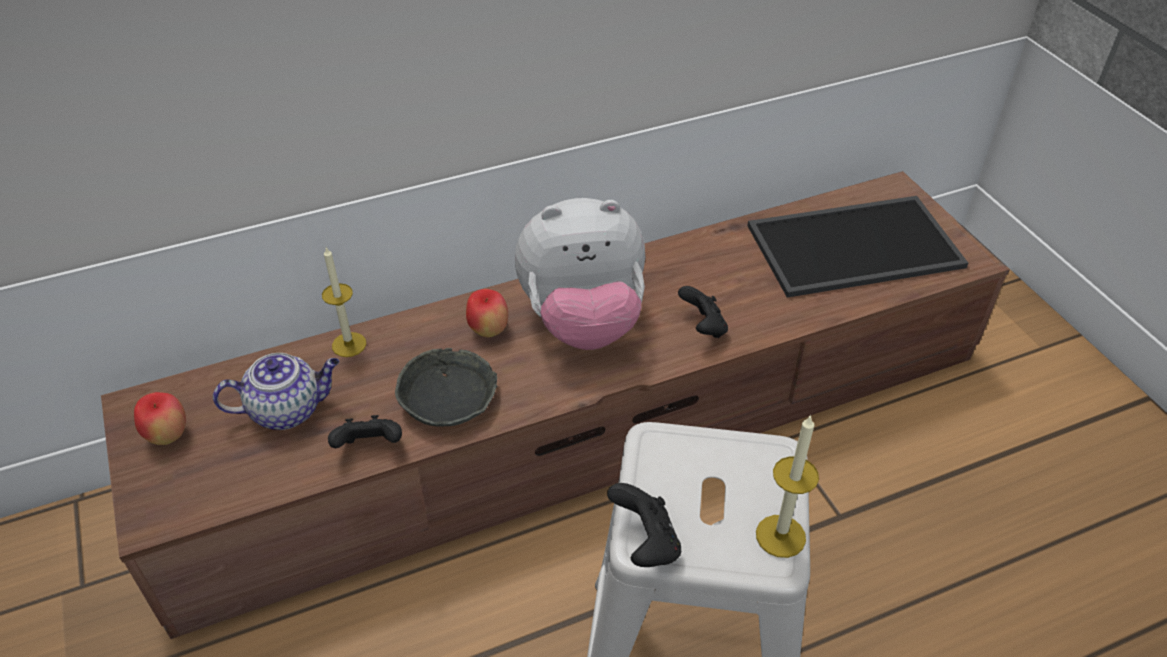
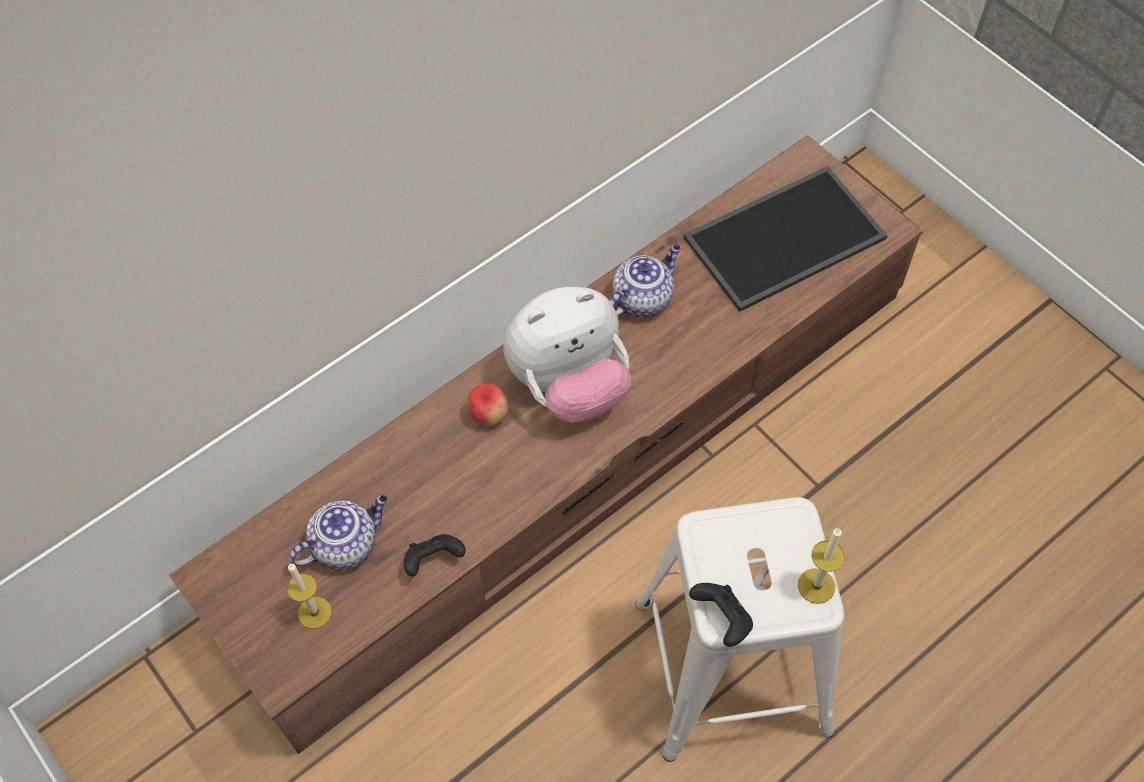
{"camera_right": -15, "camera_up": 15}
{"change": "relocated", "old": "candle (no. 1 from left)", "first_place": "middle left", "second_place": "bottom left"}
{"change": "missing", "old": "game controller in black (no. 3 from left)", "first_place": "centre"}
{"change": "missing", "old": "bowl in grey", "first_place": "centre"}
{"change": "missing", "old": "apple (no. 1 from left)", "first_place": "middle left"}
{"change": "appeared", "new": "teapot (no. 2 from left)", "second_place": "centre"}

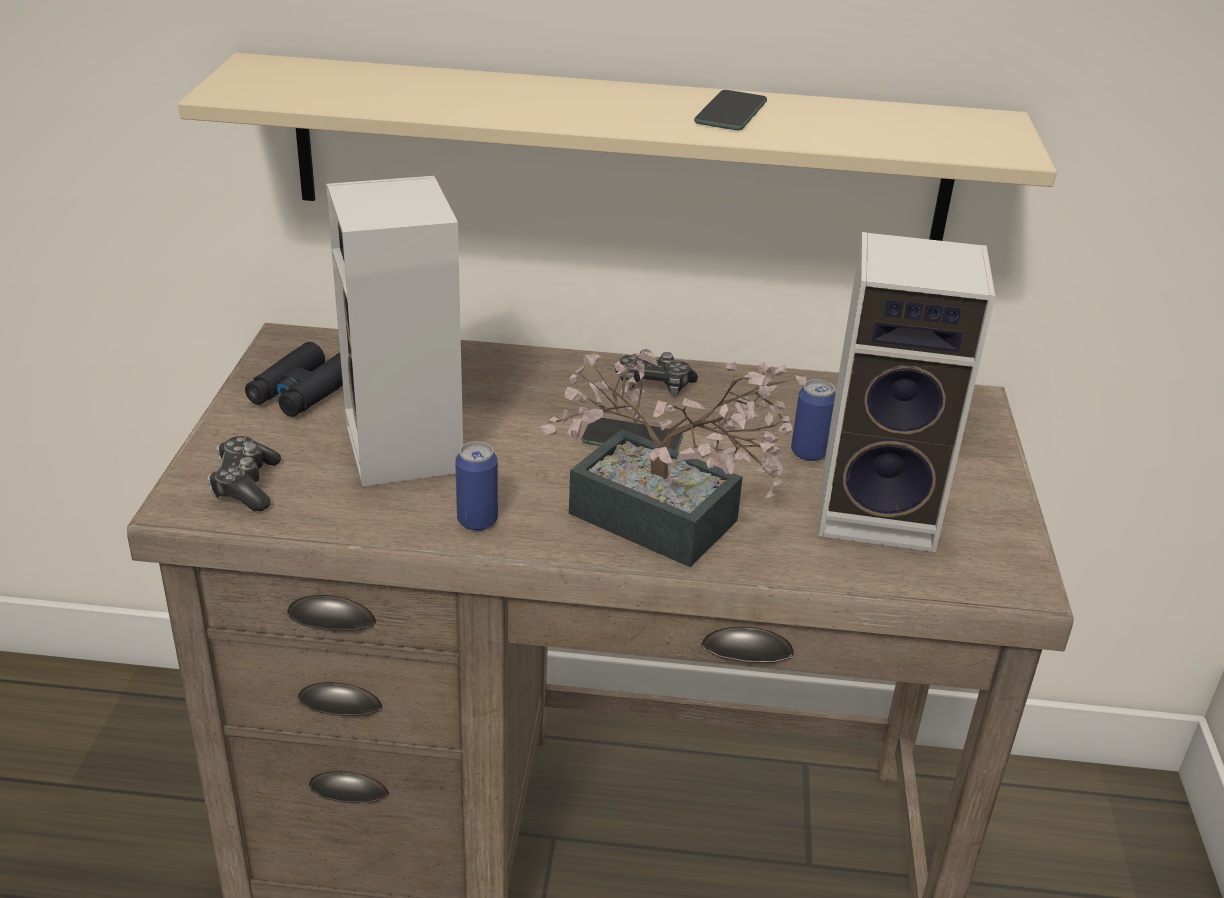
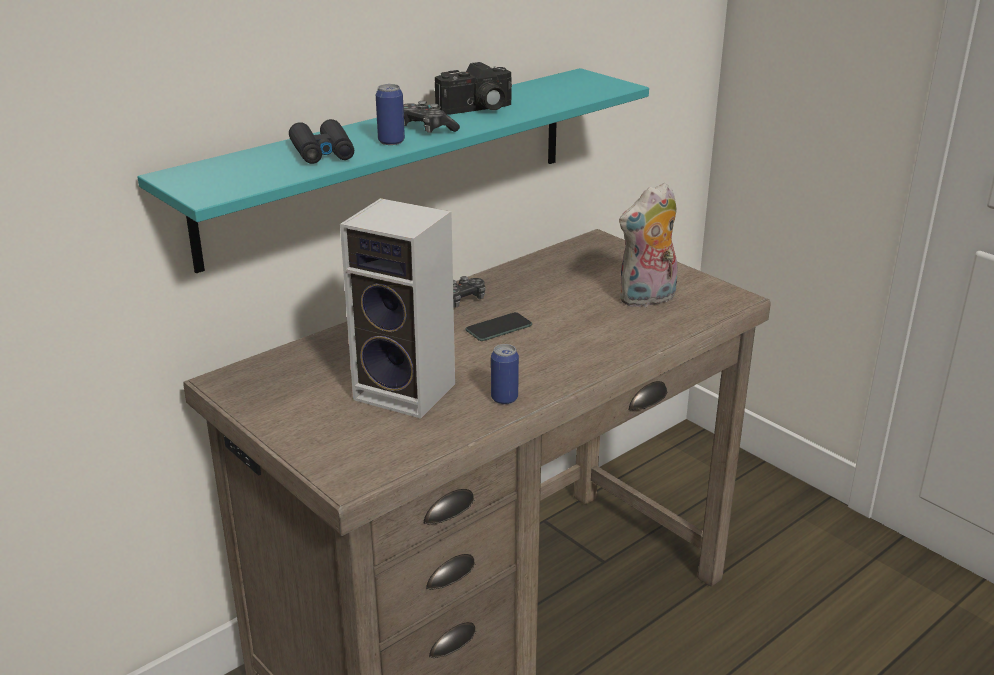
{"camera_right": -45, "camera_up": -5}
{"change": "colour", "old": "shelf in beige", "new": "shelf in turquoise", "first_place": "top centre", "second_place": "top centre"}
{"change": "exchanged", "old": "phone (no. 2 from left)", "new": "photo camera", "first_place": "top centre", "second_place": "top centre"}
{"change": "exchanged", "old": "speaker (no. 2 from left)", "new": "plush toy", "first_place": "middle right", "second_place": "centre"}
{"change": "relocated", "old": "binoculars in black", "first_place": "middle left", "second_place": "top left"}
{"change": "missing", "old": "potted plant", "first_place": "centre"}
{"change": "relocated", "old": "can (no. 2 from left in the first image)", "new": "can (no. 1 from left)", "first_place": "centre", "second_place": "top centre"}
{"change": "relocated", "old": "game controller (no. 1 from left)", "first_place": "middle left", "second_place": "top centre"}

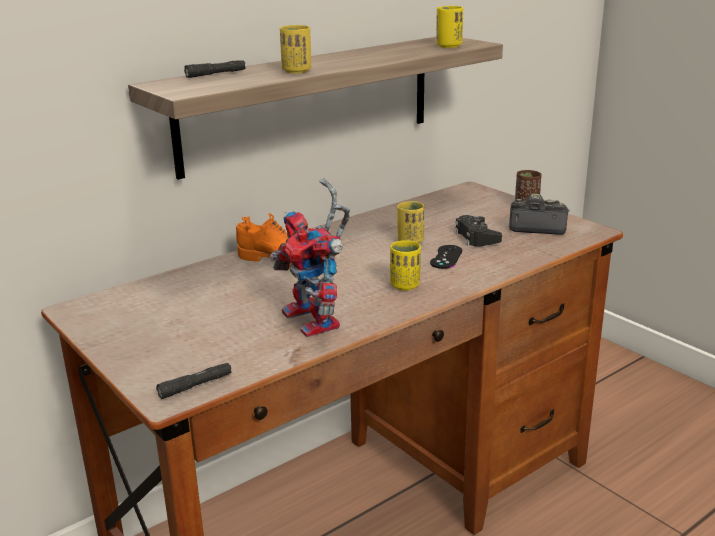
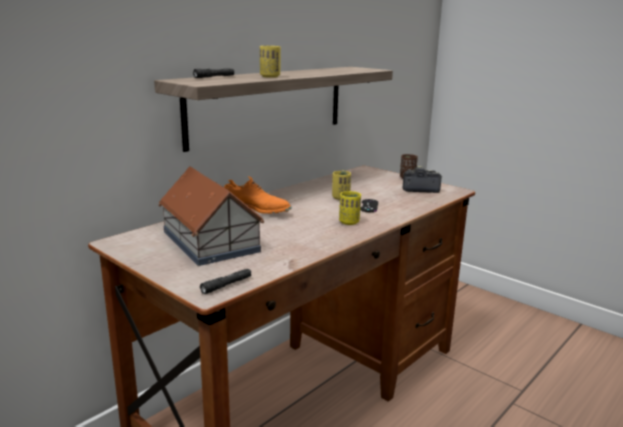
{"camera_right": -10, "camera_up": -5}
{"change": "missing", "old": "cup in yellow (no. 4 from left)", "first_place": "top centre"}
{"change": "missing", "old": "toy robot", "first_place": "centre"}
{"change": "missing", "old": "game controller in black (no. 2 from left)", "first_place": "middle right"}
{"change": "appeared", "new": "toy house", "second_place": "centre"}

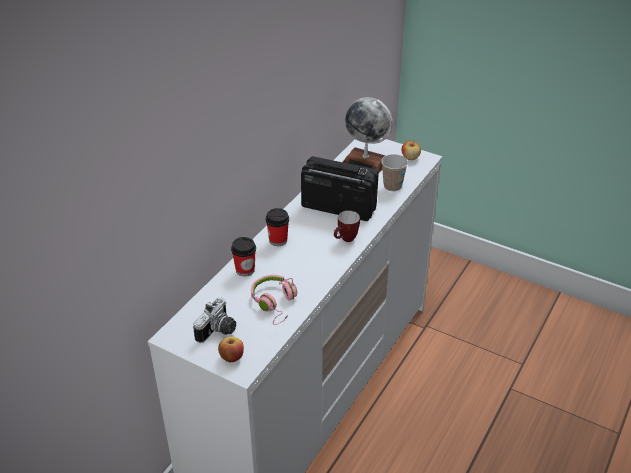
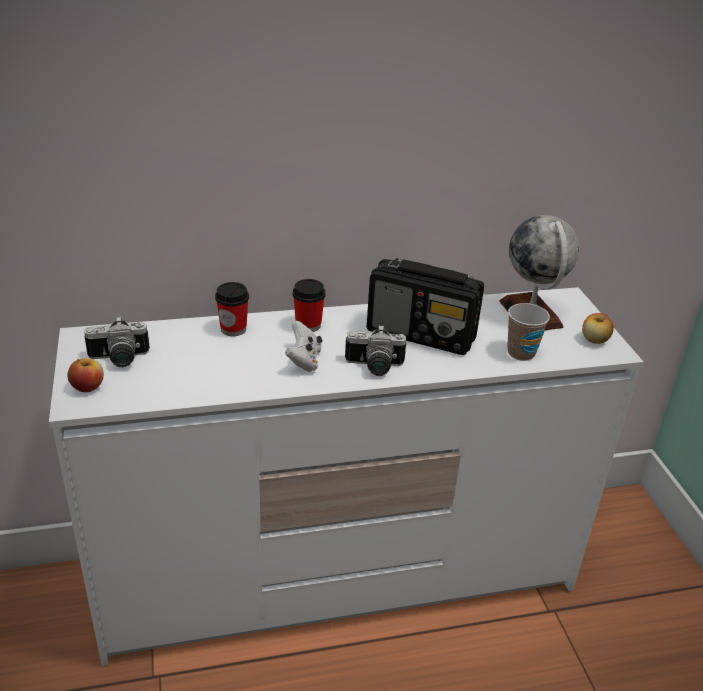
{"camera_right": 45, "camera_up": -5}
{"change": "spun", "old": "radio", "first_place": "centre", "second_place": "centre", "degrees": 135}
{"change": "exchanged", "old": "mug", "new": "photo camera (no. 2 from left)", "first_place": "centre", "second_place": "centre"}
{"change": "missing", "old": "headphones in pink", "first_place": "centre"}
{"change": "appeared", "new": "game controller in white", "second_place": "centre"}

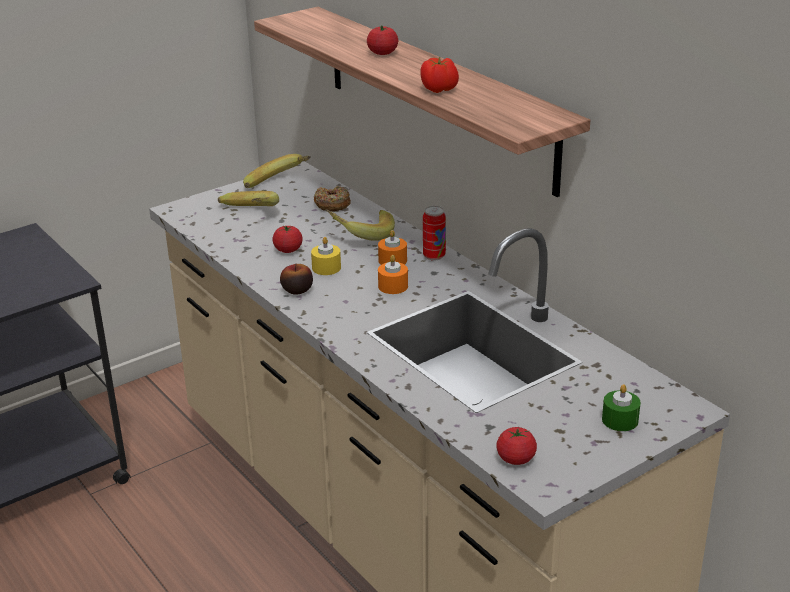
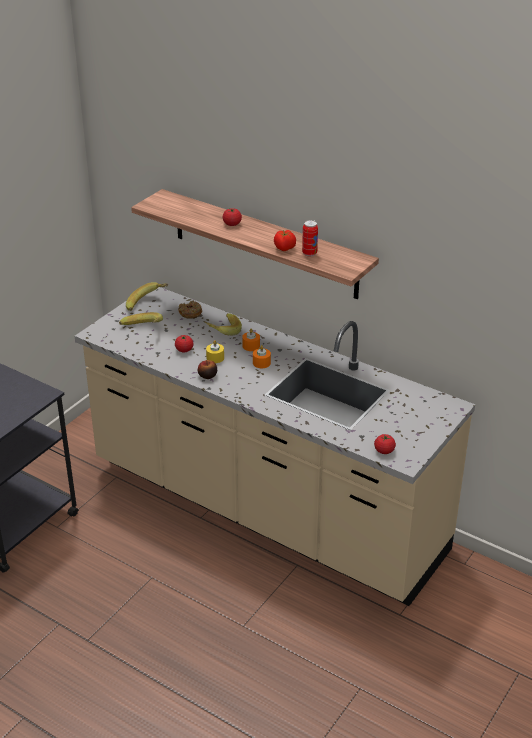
{"camera_right": -20, "camera_up": 5}
{"change": "relocated", "old": "can", "first_place": "centre", "second_place": "top centre"}
{"change": "missing", "old": "candle in green", "first_place": "bottom right"}

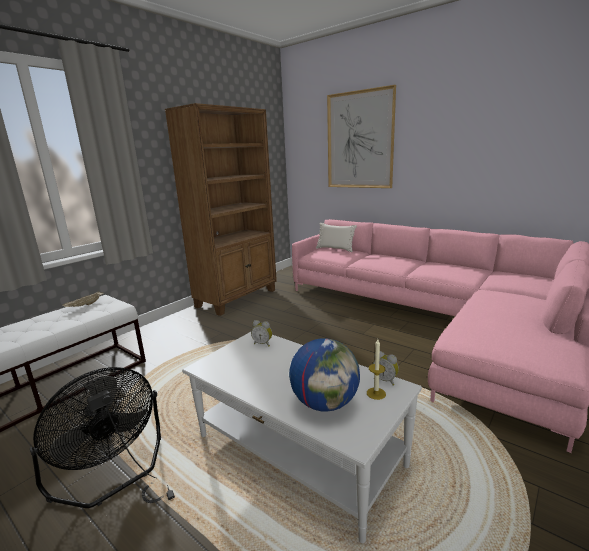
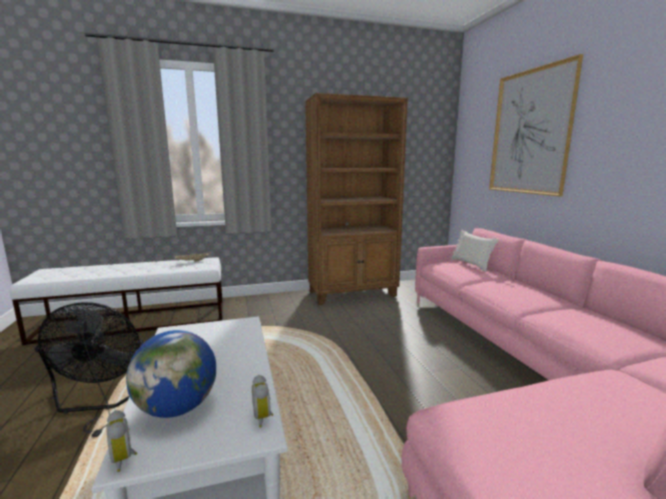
{"camera_right": 35, "camera_up": -5}
{"change": "relocated", "old": "alarm clock (no. 1 from left)", "first_place": "centre", "second_place": "bottom left"}
{"change": "missing", "old": "candle", "first_place": "bottom centre"}

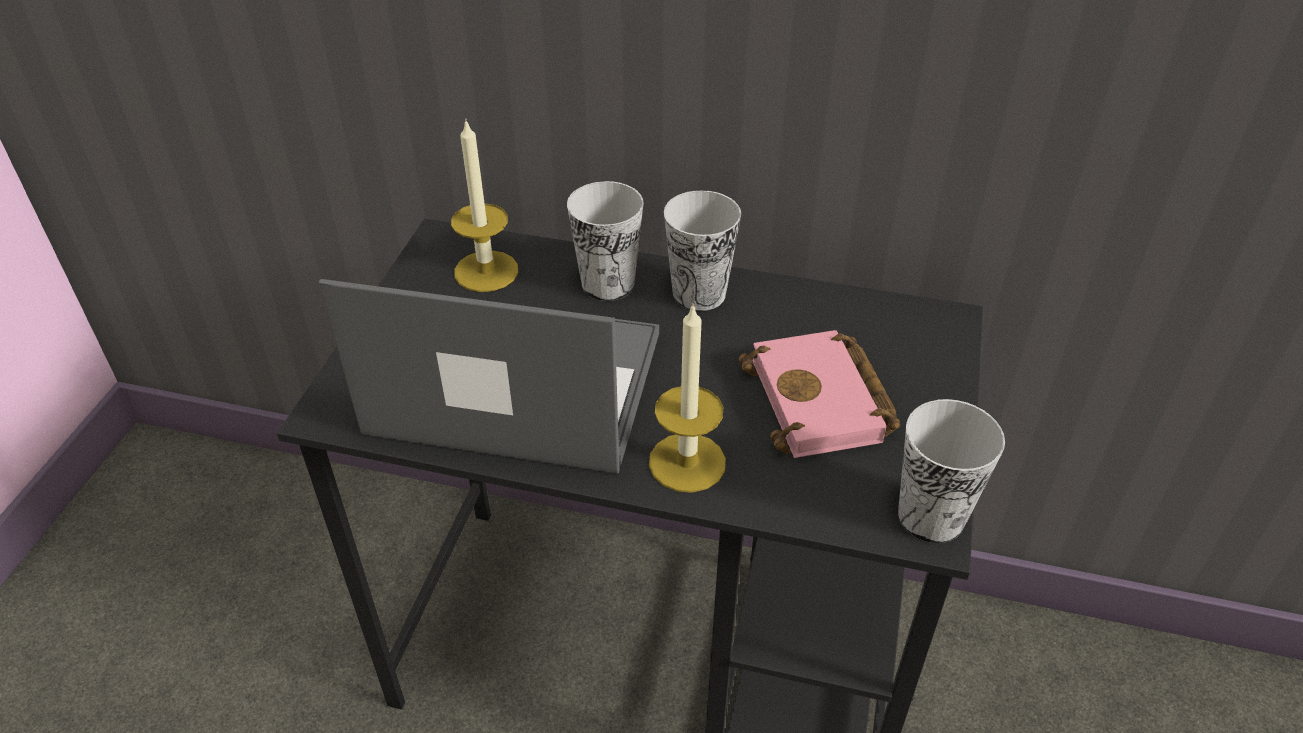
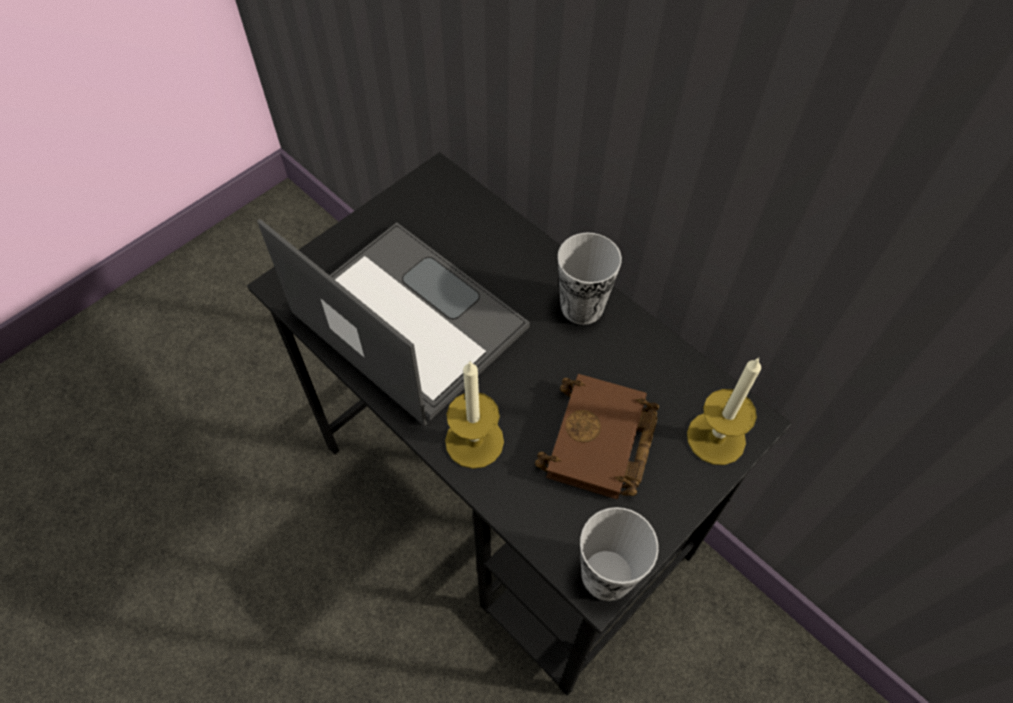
{"camera_right": 30, "camera_up": 15}
{"change": "relocated", "old": "candle (no. 1 from left in the first image)", "new": "candle (no. 2 from left)", "first_place": "top centre", "second_place": "middle right"}
{"change": "missing", "old": "cup (no. 1 from left)", "first_place": "top centre"}
{"change": "colour", "old": "book in pink", "new": "book in brown", "first_place": "centre", "second_place": "centre"}

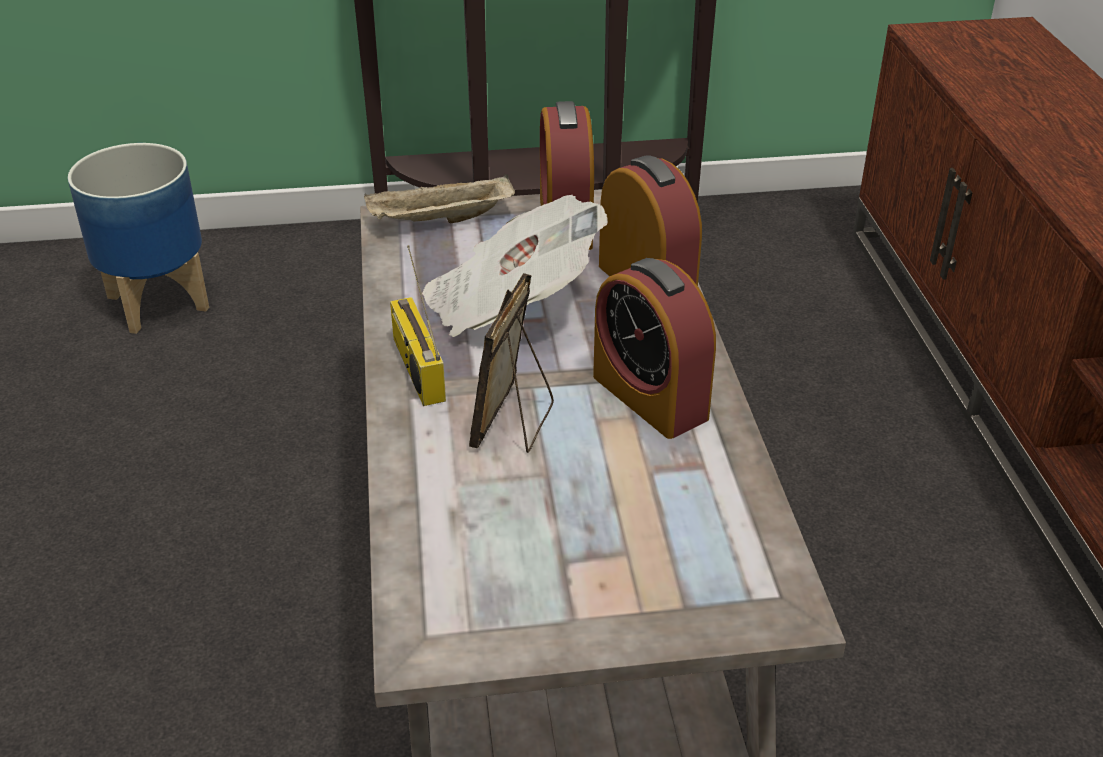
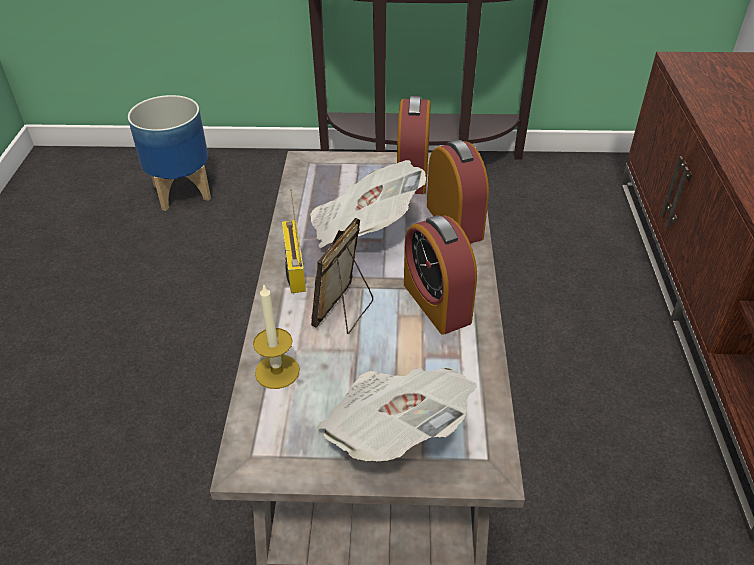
{"camera_right": 10, "camera_up": 5}
{"change": "missing", "old": "tray in beige", "first_place": "top centre"}
{"change": "appeared", "new": "candle", "second_place": "centre"}
{"change": "appeared", "new": "newspaper (no. 2 from left)", "second_place": "bottom centre"}

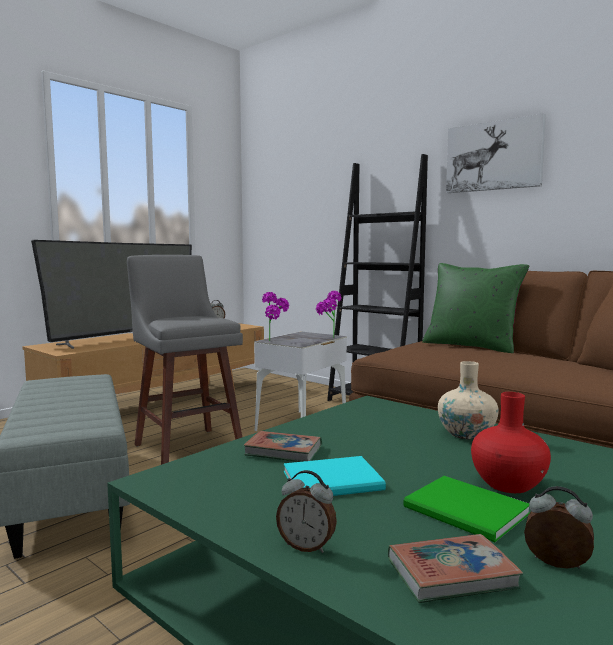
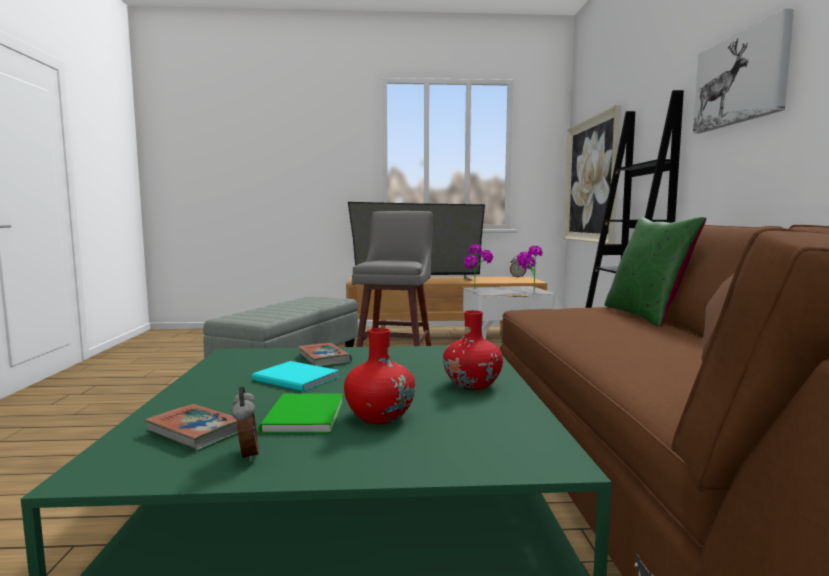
{"camera_right": 45, "camera_up": 0}
{"change": "colour", "old": "vase in beige", "new": "vase in red (no. 2 from left)", "first_place": "middle right", "second_place": "centre"}
{"change": "missing", "old": "alarm clock (no. 2 from left)", "first_place": "bottom centre"}
{"change": "appeared", "new": "picture (no. 1 from left)", "second_place": "top right"}

